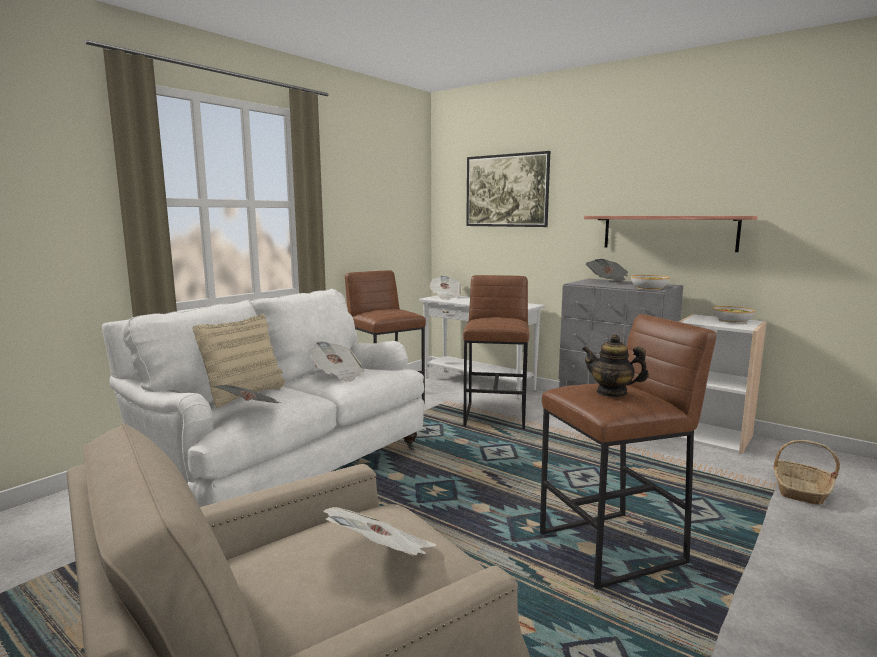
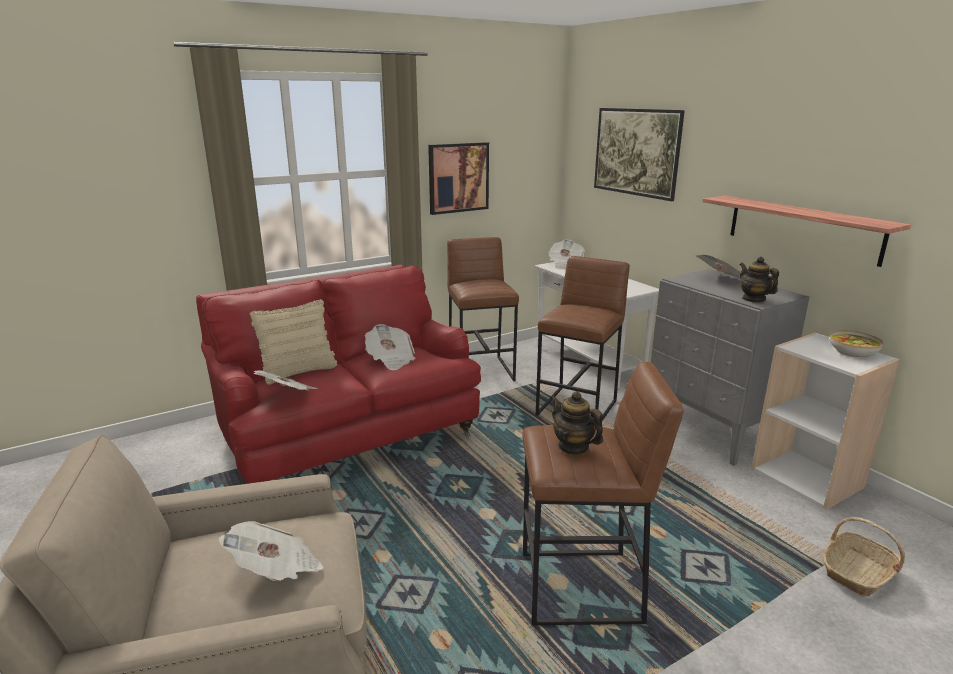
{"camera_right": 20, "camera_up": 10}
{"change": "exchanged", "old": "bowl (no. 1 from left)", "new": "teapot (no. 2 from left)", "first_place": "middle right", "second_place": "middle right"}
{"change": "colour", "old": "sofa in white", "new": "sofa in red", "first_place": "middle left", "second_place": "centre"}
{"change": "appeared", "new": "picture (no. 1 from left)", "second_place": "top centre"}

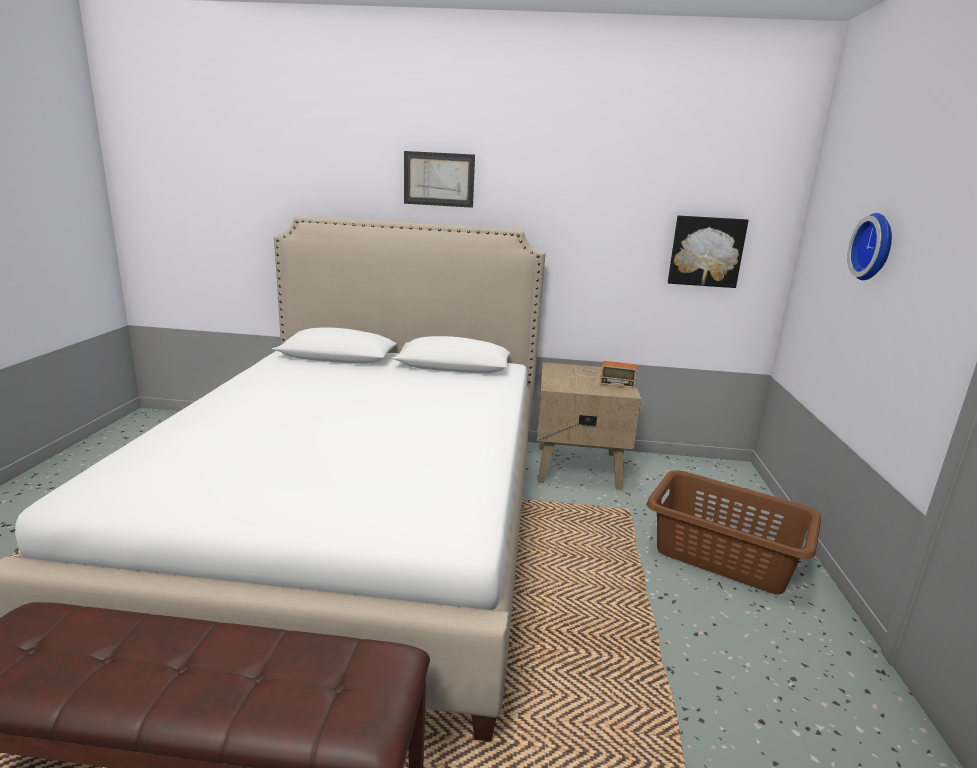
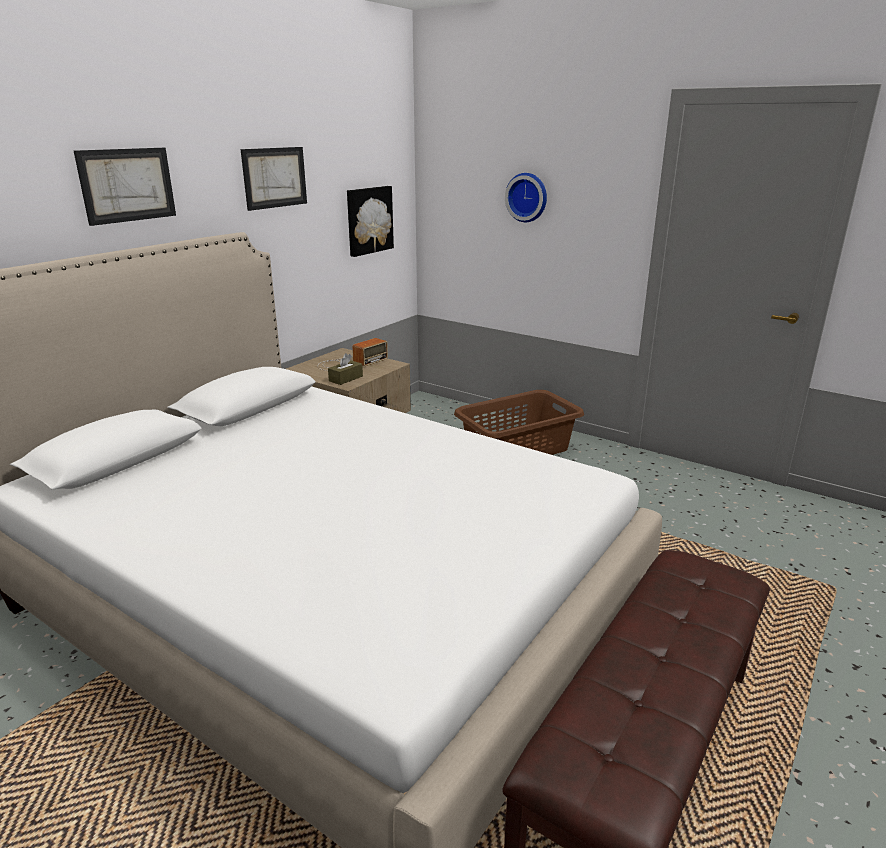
{"camera_right": -60, "camera_up": 5}
{"change": "appeared", "new": "picture (no. 2 from left)", "second_place": "top left"}
{"change": "appeared", "new": "tissue box in brown", "second_place": "centre"}

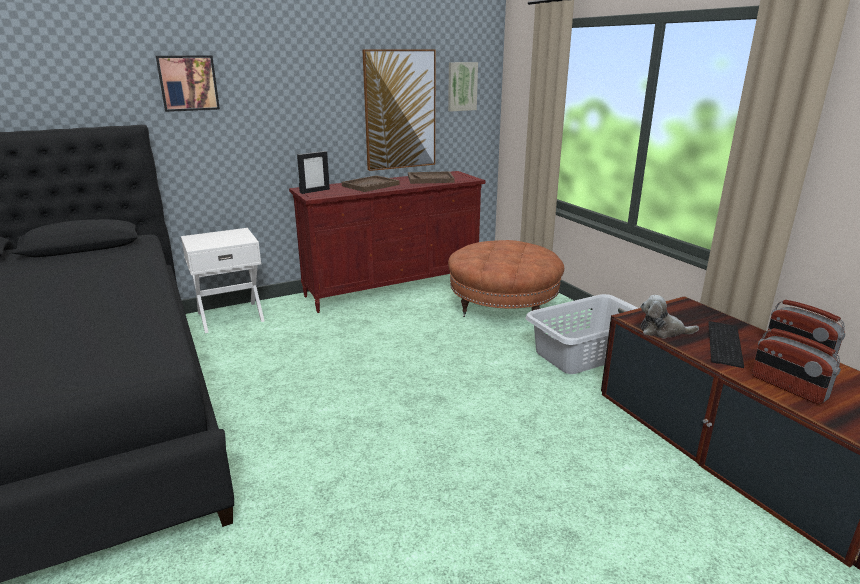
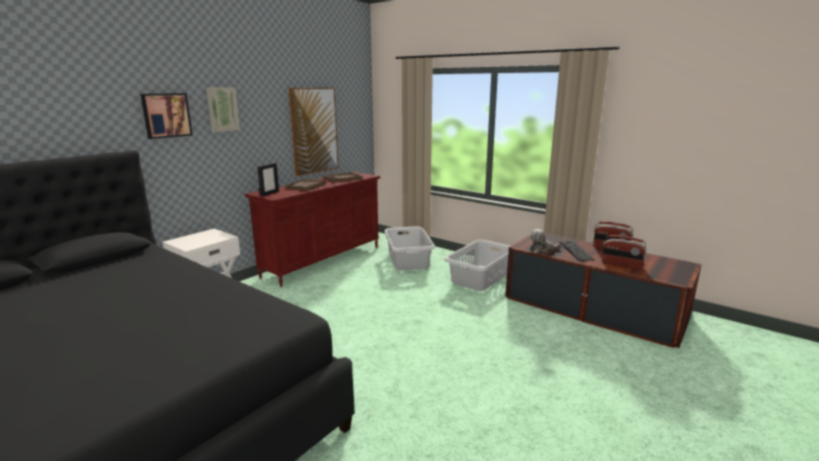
{"camera_right": -25, "camera_up": -5}
{"change": "relocated", "old": "picture (no. 3 from left in the first image)", "new": "picture (no. 2 from left)", "first_place": "top centre", "second_place": "top left"}
{"change": "exchanged", "old": "ottoman in brown", "new": "laundry basket in grey (no. 1 from left)", "first_place": "centre", "second_place": "centre"}

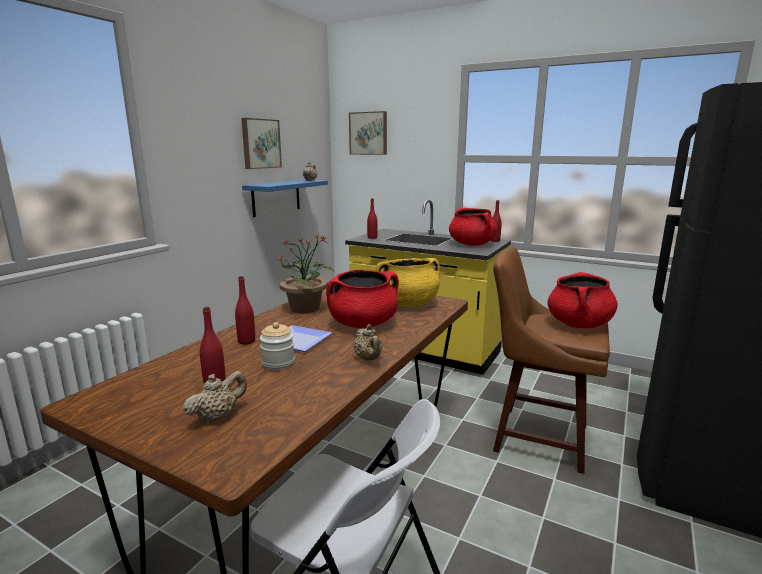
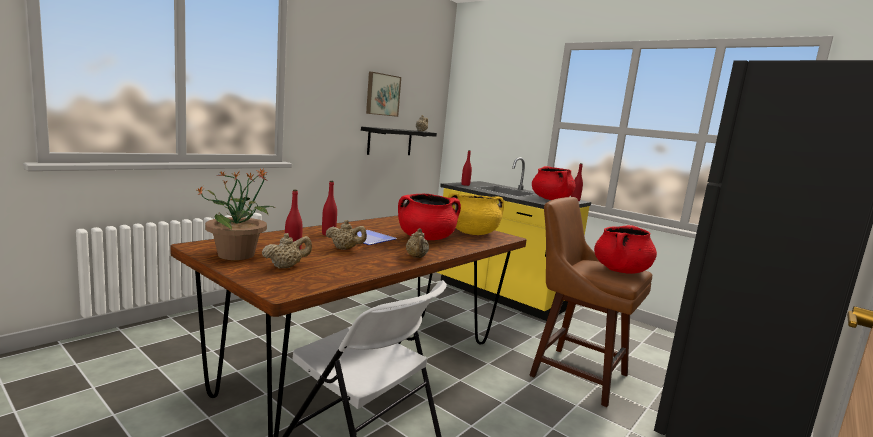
{"camera_right": 10, "camera_up": -5}
{"change": "missing", "old": "picture (no. 2 from left)", "first_place": "top centre"}
{"change": "colour", "old": "shelf in blue", "new": "shelf in black", "first_place": "centre", "second_place": "top centre"}
{"change": "relocated", "old": "potted plant", "first_place": "centre", "second_place": "middle left"}
{"change": "exchanged", "old": "jar", "new": "teapot in beige (no. 2 from left)", "first_place": "centre", "second_place": "centre"}

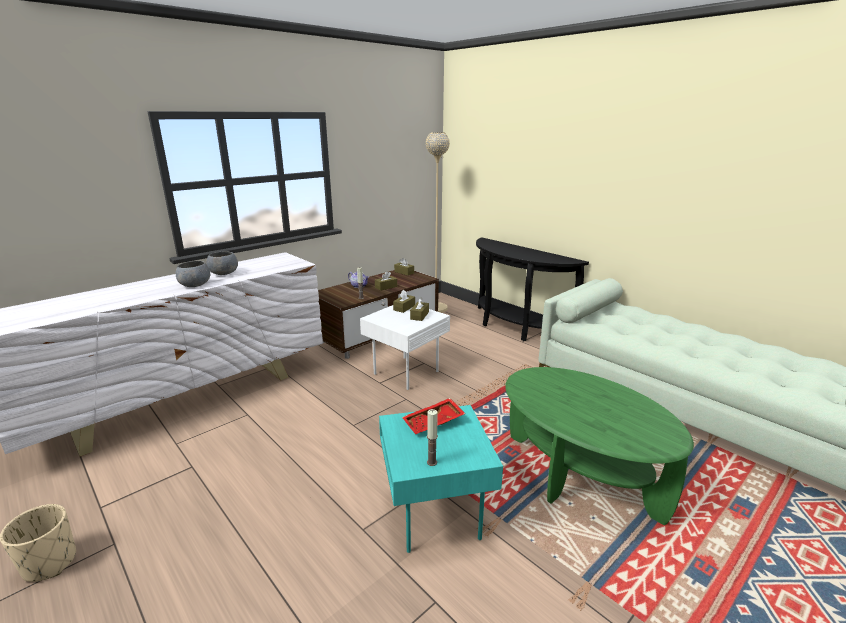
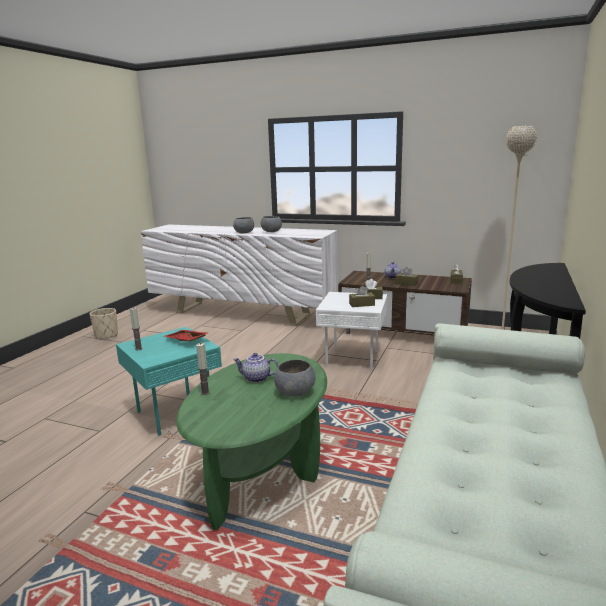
{"camera_right": 65, "camera_up": -5}
{"change": "appeared", "new": "candle (no. 2 from left)", "second_place": "centre"}
{"change": "appeared", "new": "teapot (no. 1 from left)", "second_place": "centre"}
{"change": "appeared", "new": "bowl in grey (no. 3 from left)", "second_place": "centre"}

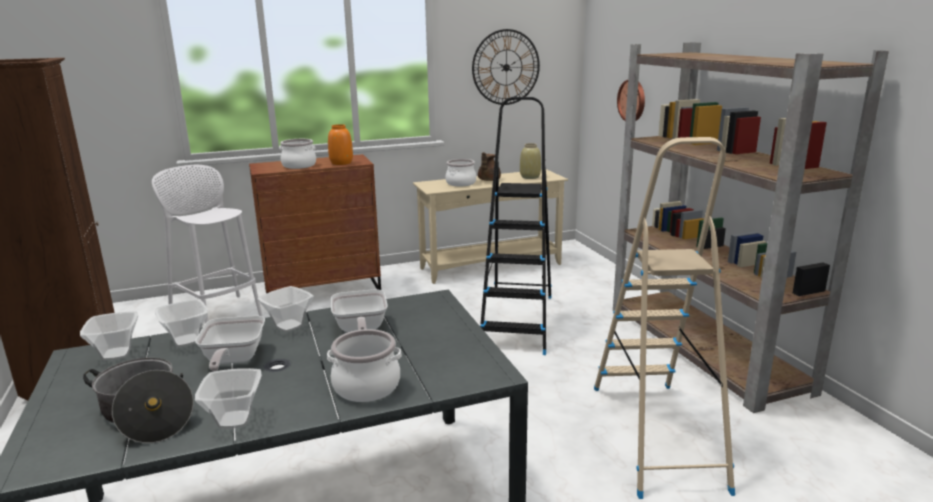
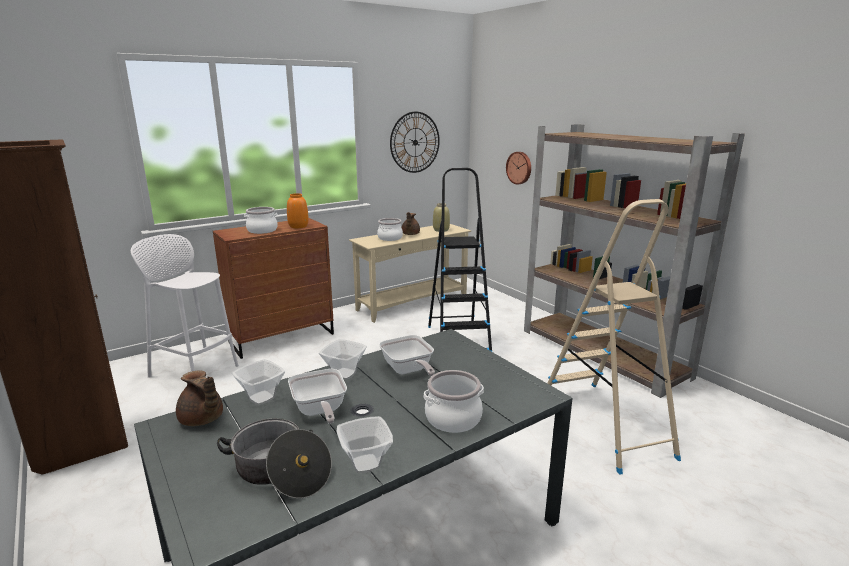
{"camera_right": -15, "camera_up": 0}
{"change": "exchanged", "old": "bowl (no. 1 from left)", "new": "teapot in brown (no. 1 from left)", "first_place": "bottom left", "second_place": "bottom left"}

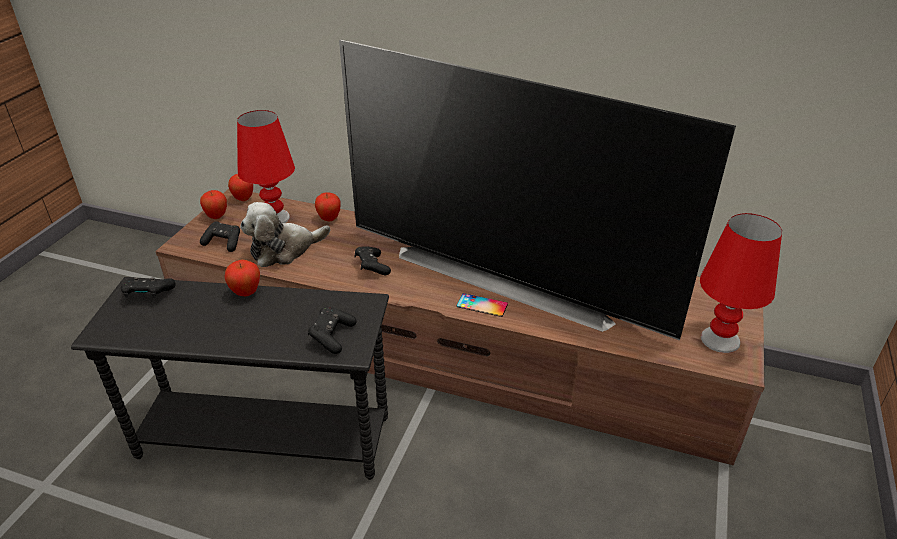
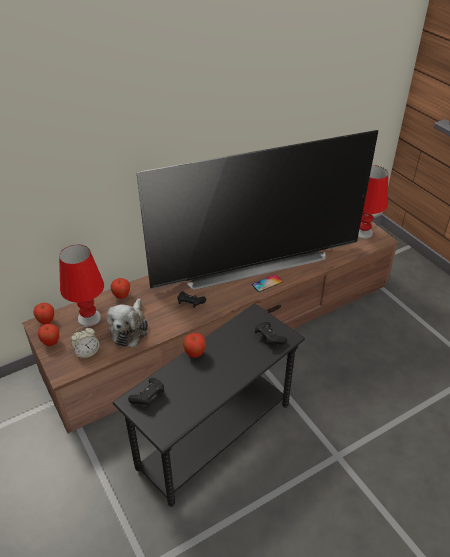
{"camera_right": -50, "camera_up": 5}
{"change": "exchanged", "old": "game controller in black (no. 2 from left)", "new": "alarm clock", "first_place": "middle left", "second_place": "middle left"}

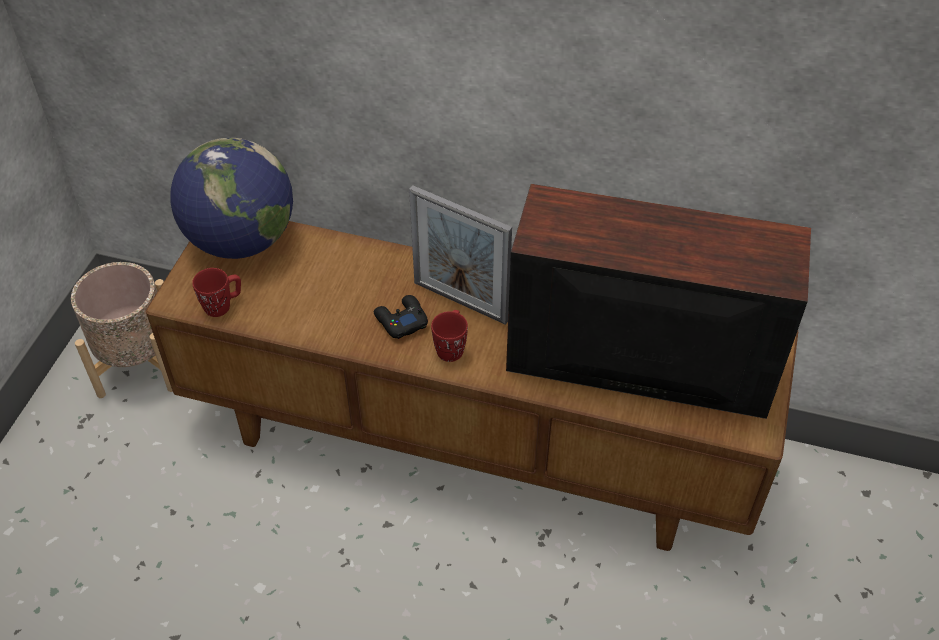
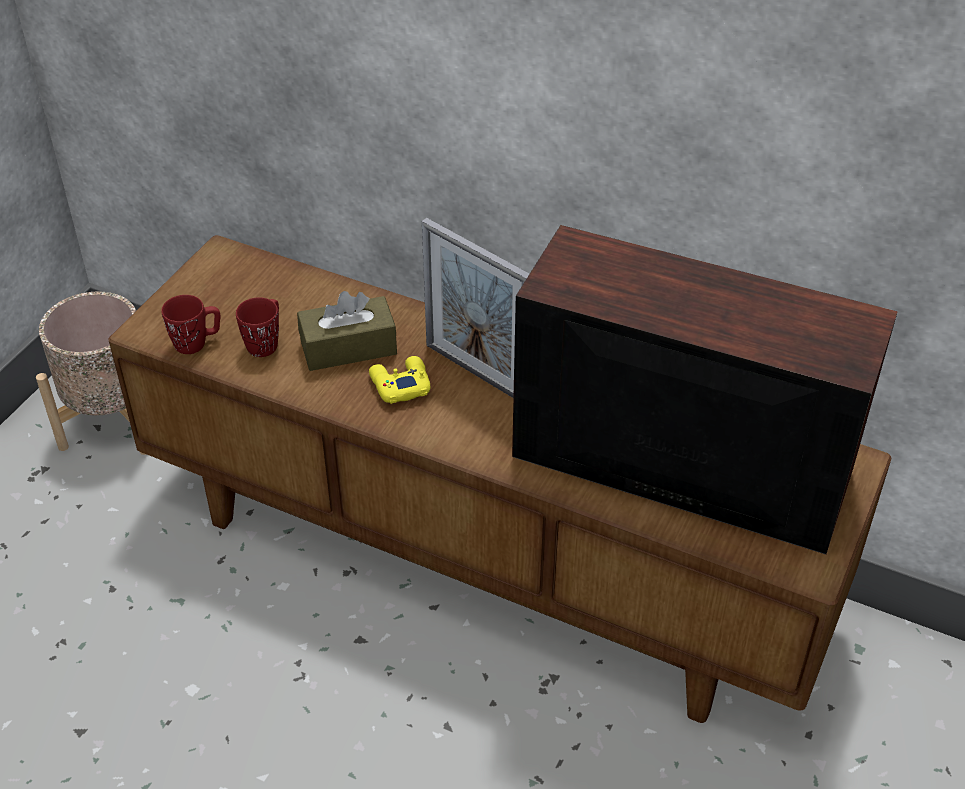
{"camera_right": 10, "camera_up": -5}
{"change": "missing", "old": "globe", "first_place": "top left"}
{"change": "colour", "old": "game controller in black", "new": "game controller in yellow", "first_place": "centre", "second_place": "centre"}
{"change": "relocated", "old": "mug in red (no. 2 from left)", "first_place": "centre", "second_place": "middle left"}
{"change": "appeared", "new": "tissue box in brown", "second_place": "centre"}

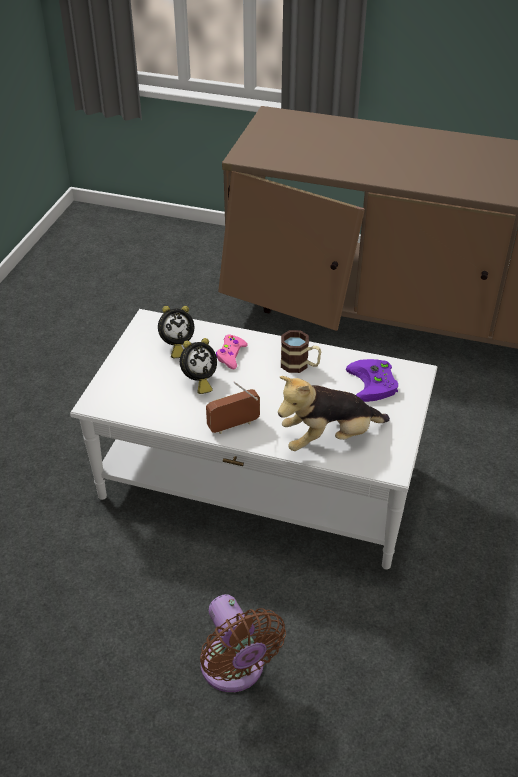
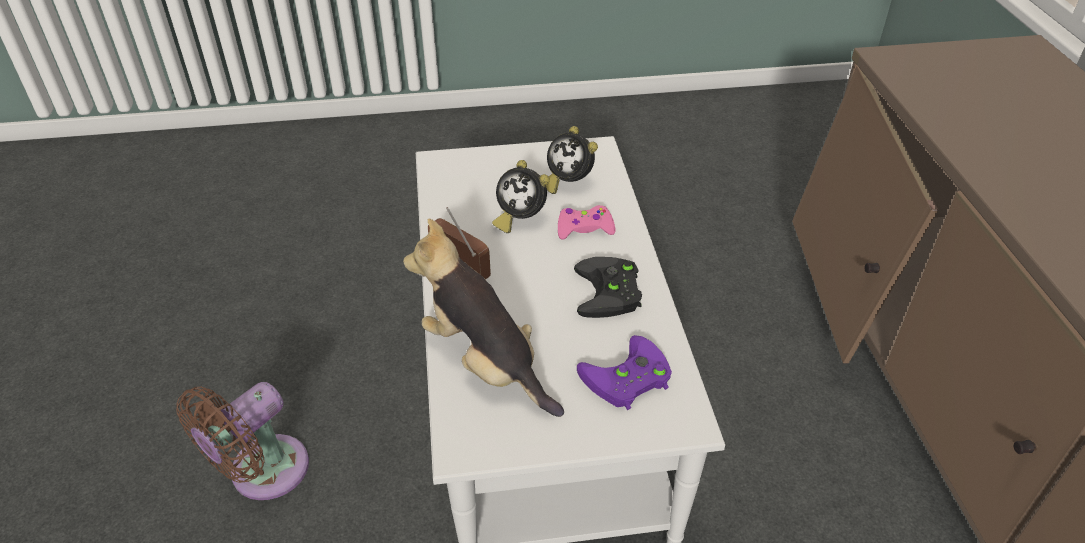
{"camera_right": 65, "camera_up": 0}
{"change": "exchanged", "old": "mug", "new": "game controller in black", "first_place": "centre", "second_place": "centre"}

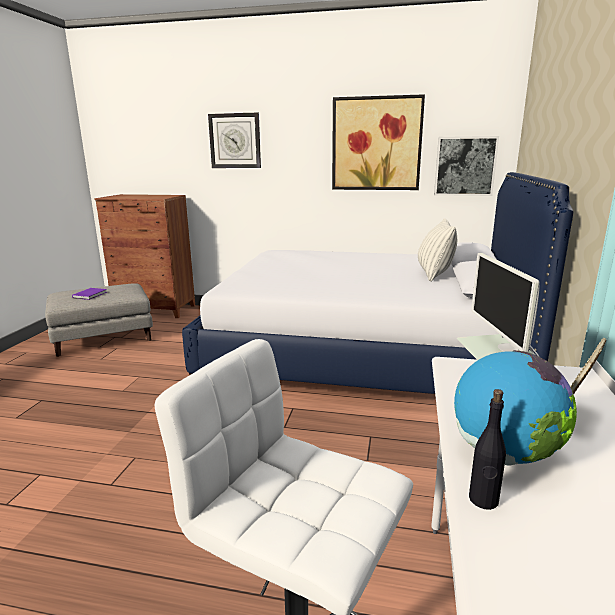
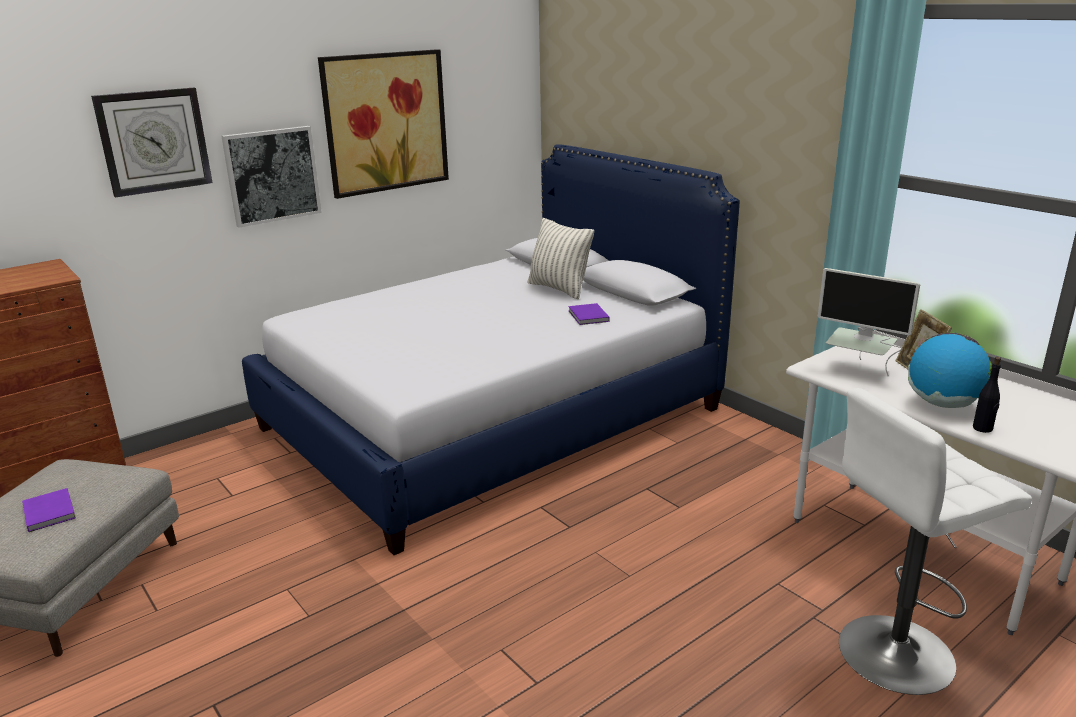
{"camera_right": -50, "camera_up": 5}
{"change": "relocated", "old": "picture (no. 2 from left in the first image)", "new": "picture (no. 1 from left)", "first_place": "top right", "second_place": "top left"}
{"change": "appeared", "new": "book in purple (no. 2 from left)", "second_place": "centre"}

